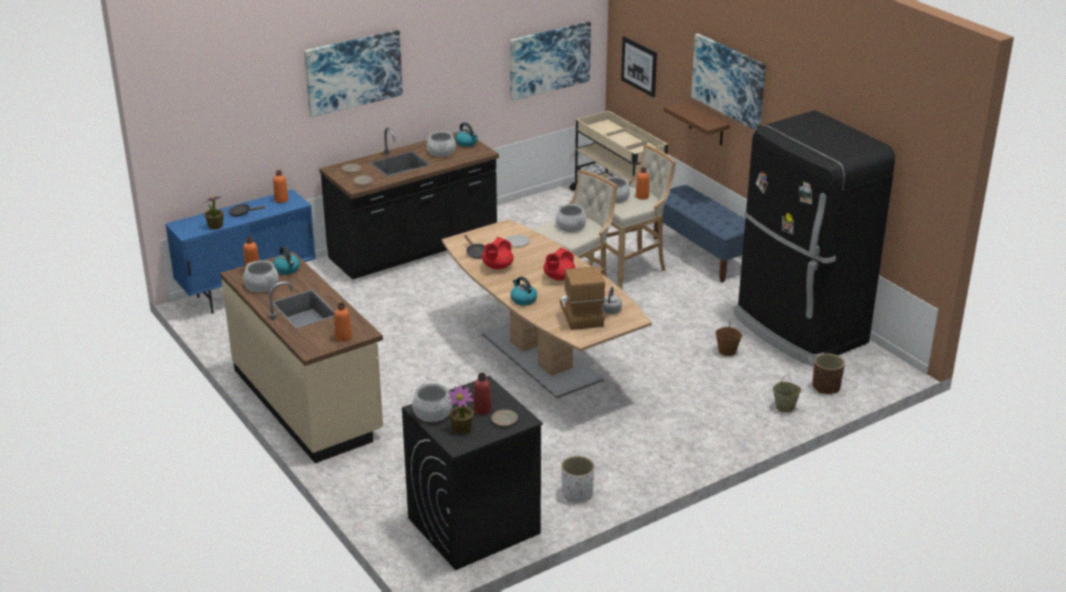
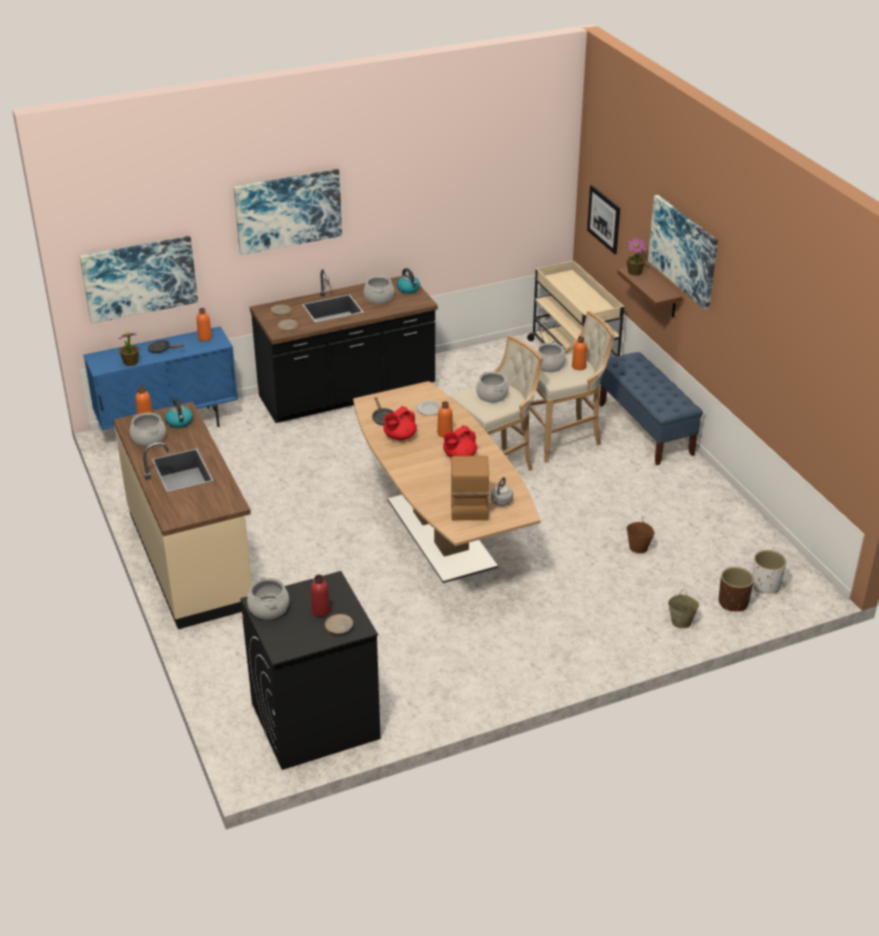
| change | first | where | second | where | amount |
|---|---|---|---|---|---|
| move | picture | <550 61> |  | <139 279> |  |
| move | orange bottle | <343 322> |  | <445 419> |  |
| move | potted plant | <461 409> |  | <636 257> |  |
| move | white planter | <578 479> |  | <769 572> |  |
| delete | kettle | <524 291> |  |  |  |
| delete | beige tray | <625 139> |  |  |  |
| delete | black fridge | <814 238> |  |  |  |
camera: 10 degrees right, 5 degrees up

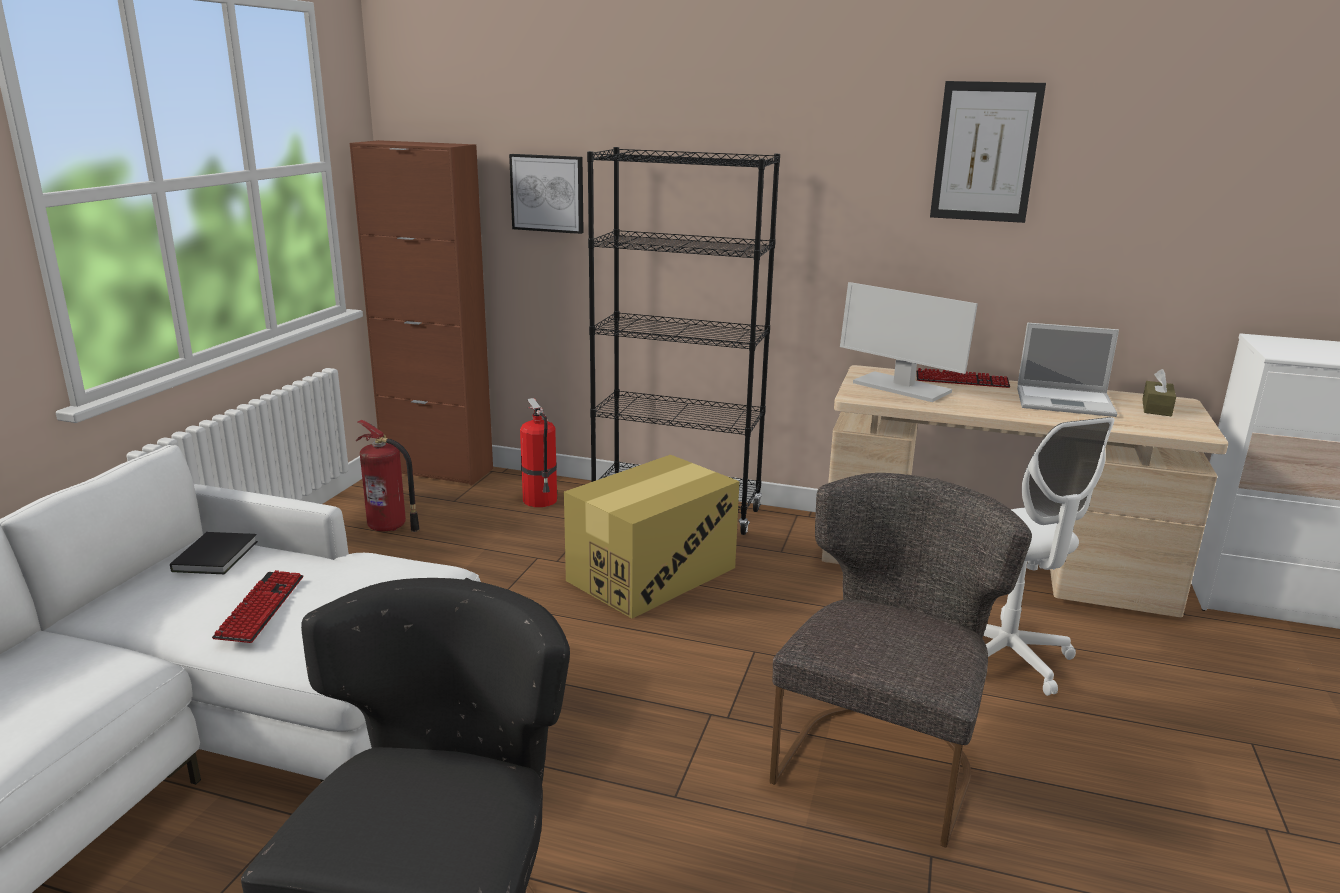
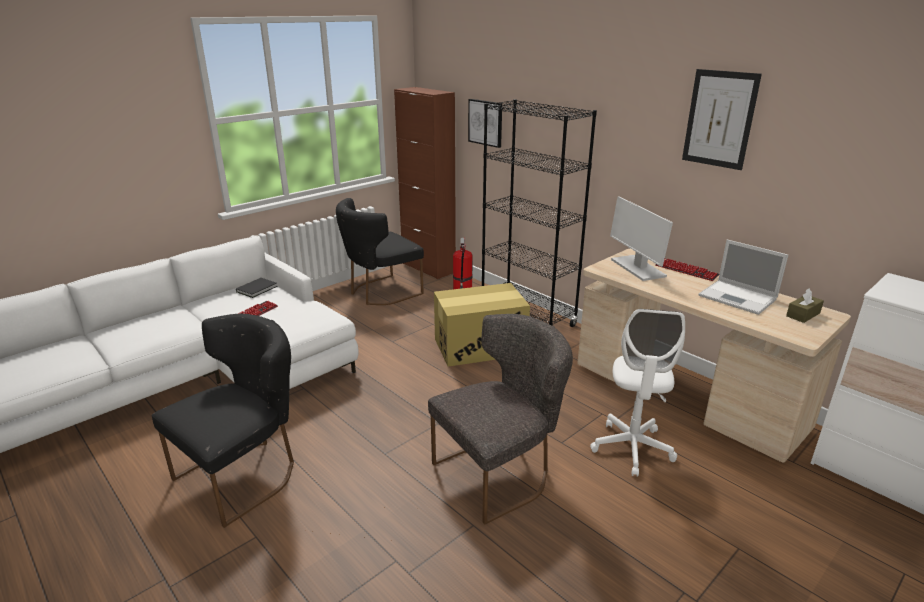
| change | first | where | second | where | amount |
|---|---|---|---|---|---|
| replace | fire extinguisher | <388 476> | black chair | <380 251> |  |
camera: 30 degrees right, 5 degrees up

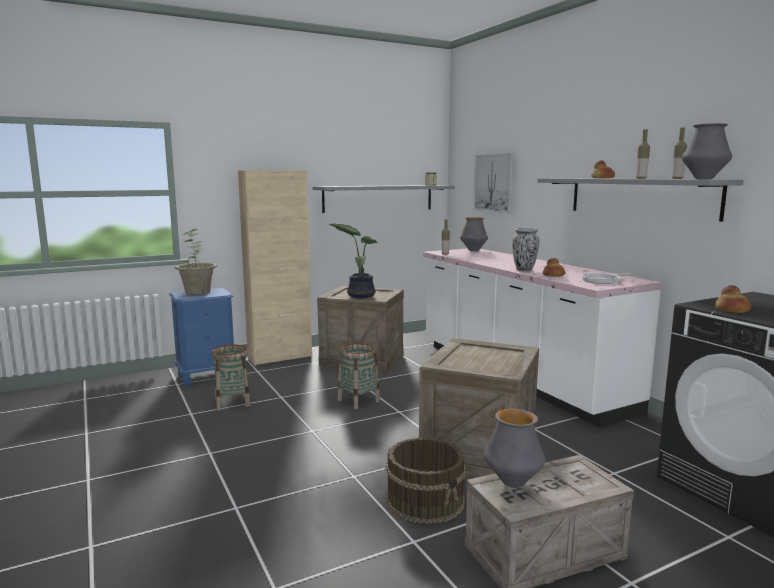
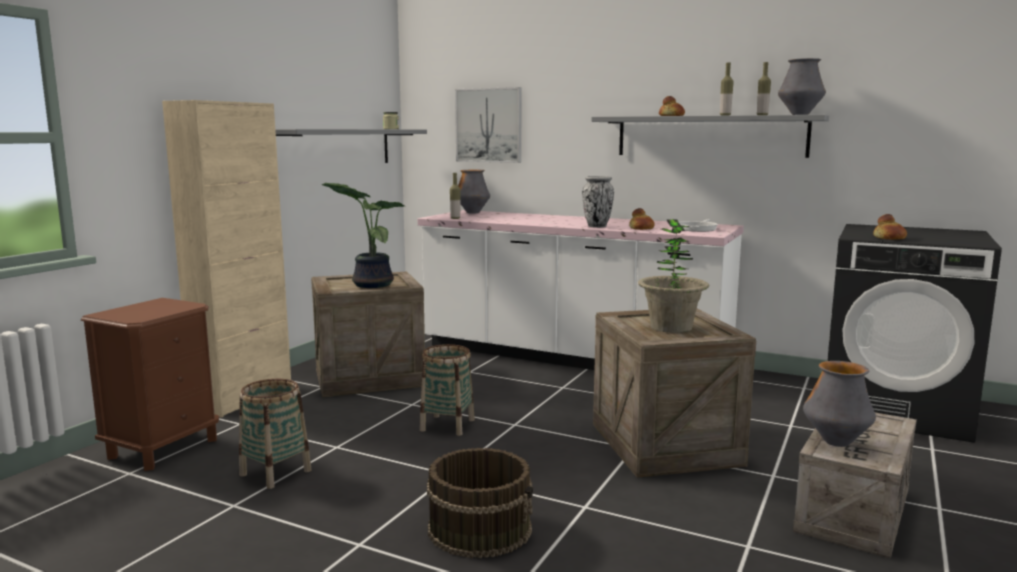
| change | first | where | second | where | amount |
|---|---|---|---|---|---|
| recolor | blue nightstand | <201 336> | brown nightstand | <150 384> |  |
| move | brown bucket | <425 480> |  | <480 503> |  |
| move | potted plant | <195 262> |  | <673 276> |  |
camera: 35 degrees left, 0 degrees up

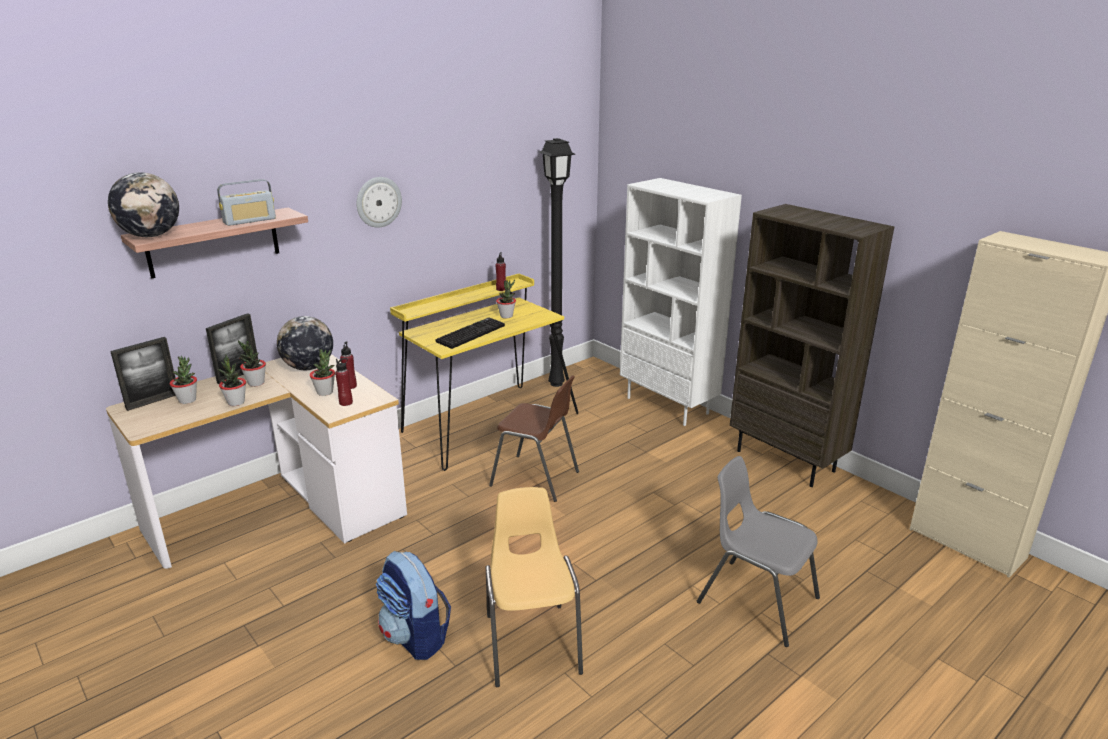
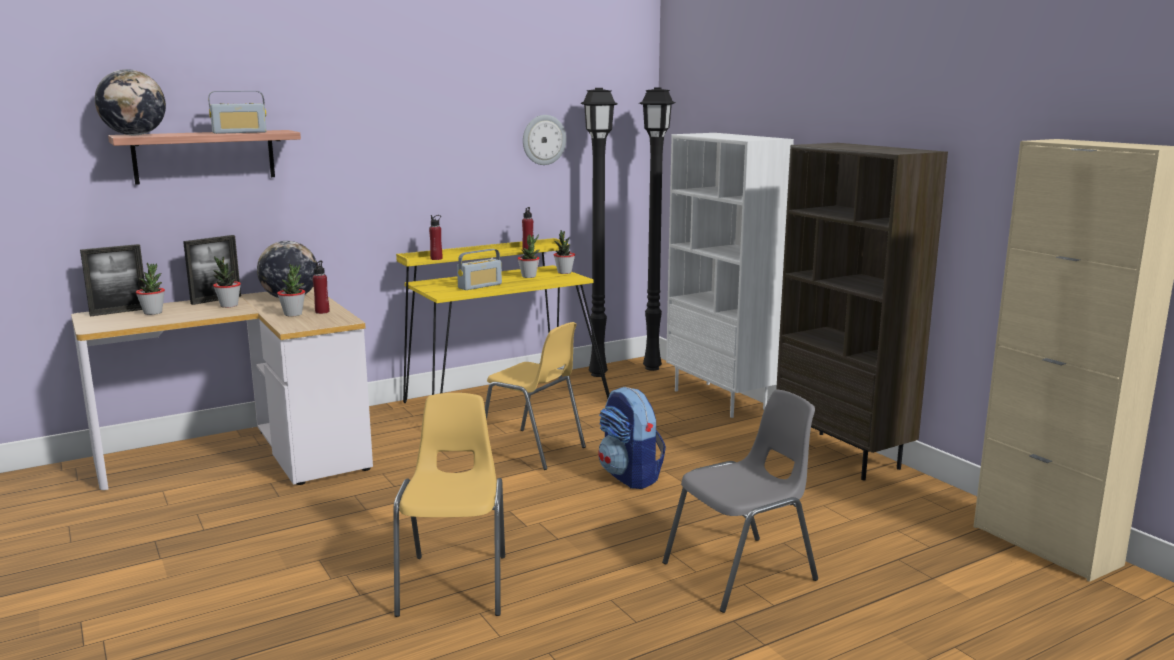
| change | first | where | second | where | amount |
|---|---|---|---|---|---|
| move | red bottle | <344 382> |  | <436 237> |  |
| replace | keyboard | <470 333> | radio | <479 269> |  |
| recolor | brown chair | <534 438> | yellow chair | <535 396> |  |
| move | wall clock | <379 202> |  | <544 140> |  |
| move | potted plant | <232 380> |  | <564 252> |  |
| move | backpack | <413 605> |  | <632 438> |  |
| insert |  |  | black floor lamp | <657 229> |  |
| rotate | grey chair | <758 551> |  | <740 501> | 105 degrees clockwise |
camera: 10 degrees right, 10 degrees down

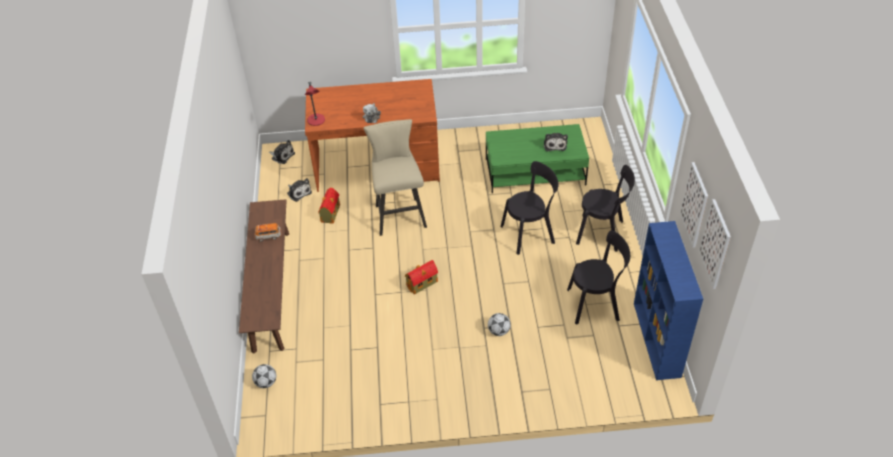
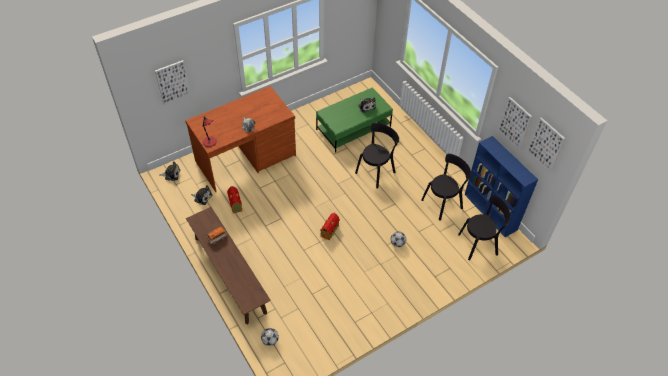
| change | first | where | second | where | amount |
|---|---|---|---|---|---|
| insert |  |  | picture | <173 82> |  |
| move | black chair | <605 208> |  | <484 227> |  |
| delete | beige stool | <395 177> |  |  |  |
camera: 30 degrees left, 5 degrees up

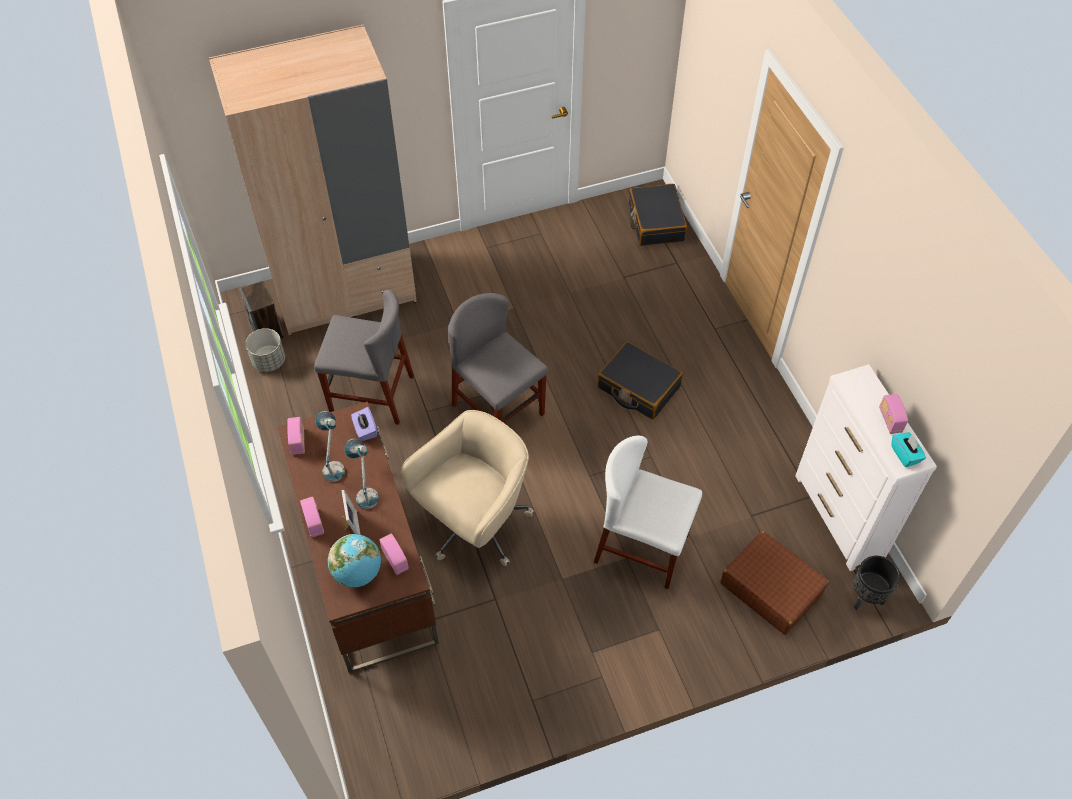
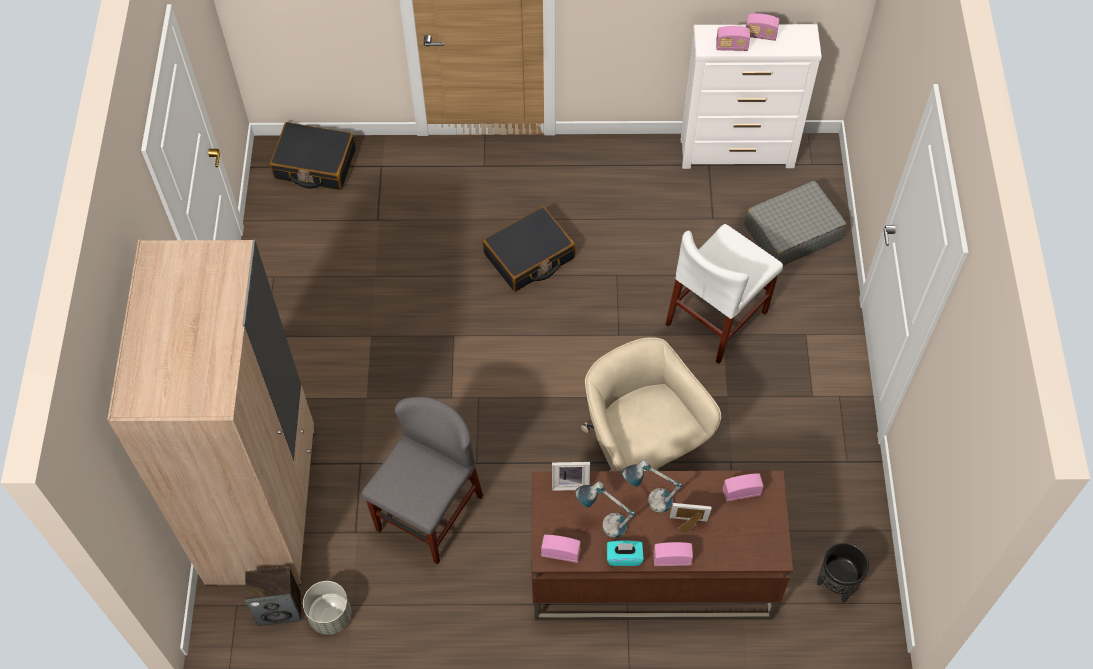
| change | first | where | second | where | amount |
|---|---|---|---|---|---|
| replace | purple tissue box | <364 424> | picture frame | <571 476> |  |
| move | turquoise tissue box | <909 449> |  | <625 553> |  |
| insert |  |  | radio | <733 38> |  |
| recolor | brown suitcase | <774 583> | grey suitcase | <795 223> |  |
| move | black planter | <877 583> |  | <843 572> |  |
| delete | globe | <354 560> |  |  |  |
| delete | grey chair | <498 358> |  |  |  |
camera: 70 degrees left, 5 degrees up

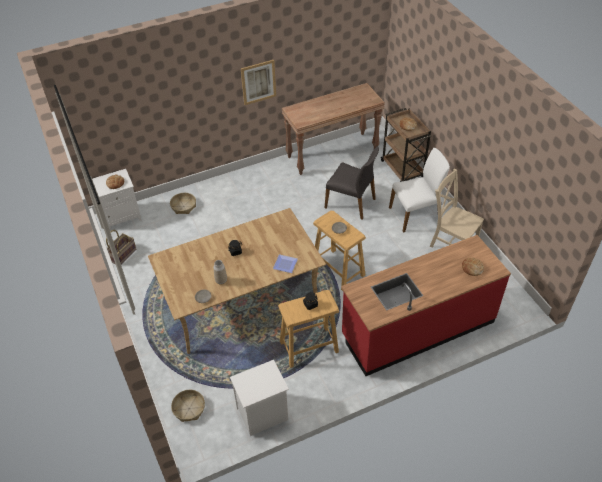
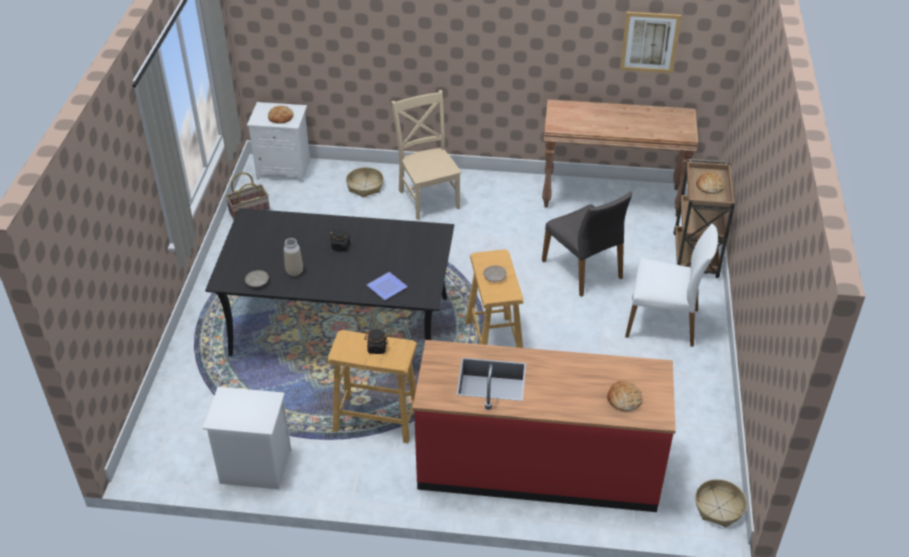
| change | first | where | second | where | amount |
|---|---|---|---|---|---|
| recolor | beige dining table | <237 281> | black dining table | <329 282> |  |
| move | beige chair | <457 208> |  | <426 155> |  |
| move | picture | <258 82> |  | <650 42> |  |
| move | basket | <188 406> |  | <721 503> |  |
camera: 30 degrees right, 5 degrees down

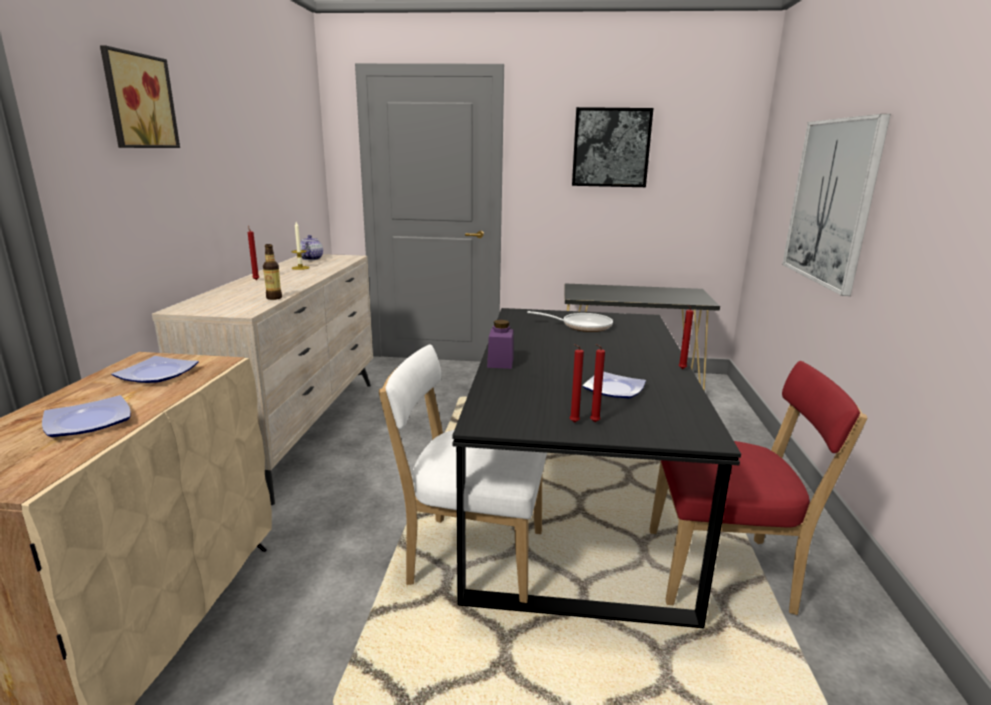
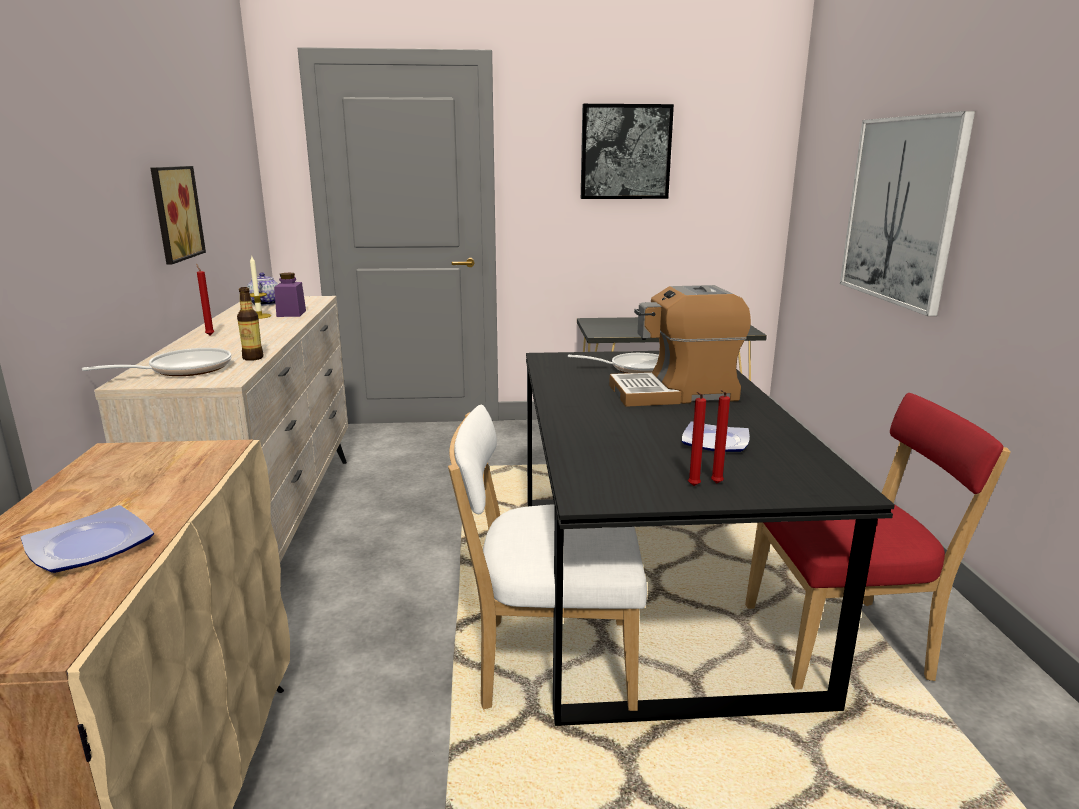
| change | first | where | second | where | amount |
|---|---|---|---|---|---|
| insert |  |  | frying pan | <156 362> |  |
| move | picture | <140 96> |  | <178 215> |  |
| move | purple jar | <500 344> |  | <290 295> |  |
| insert |  |  | coffee machine | <680 346> |  |
| delete | plate | <155 369> |  |  |  |
| delete | red candle | <686 337> |  |  |  |
camera: 10 degrees left, 0 degrees up

